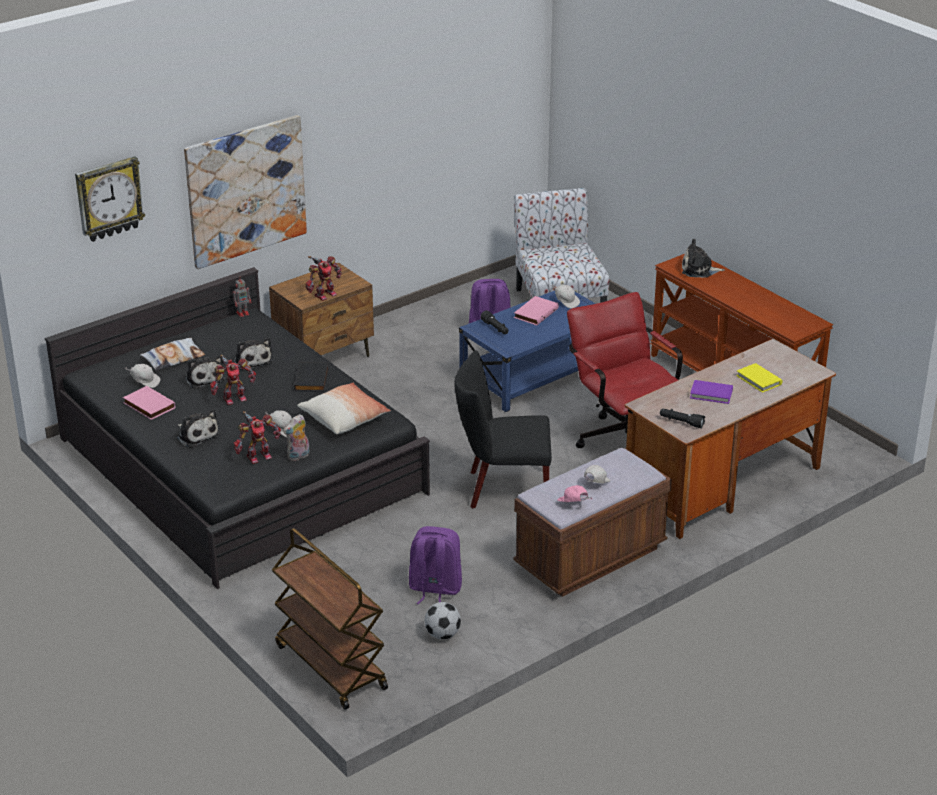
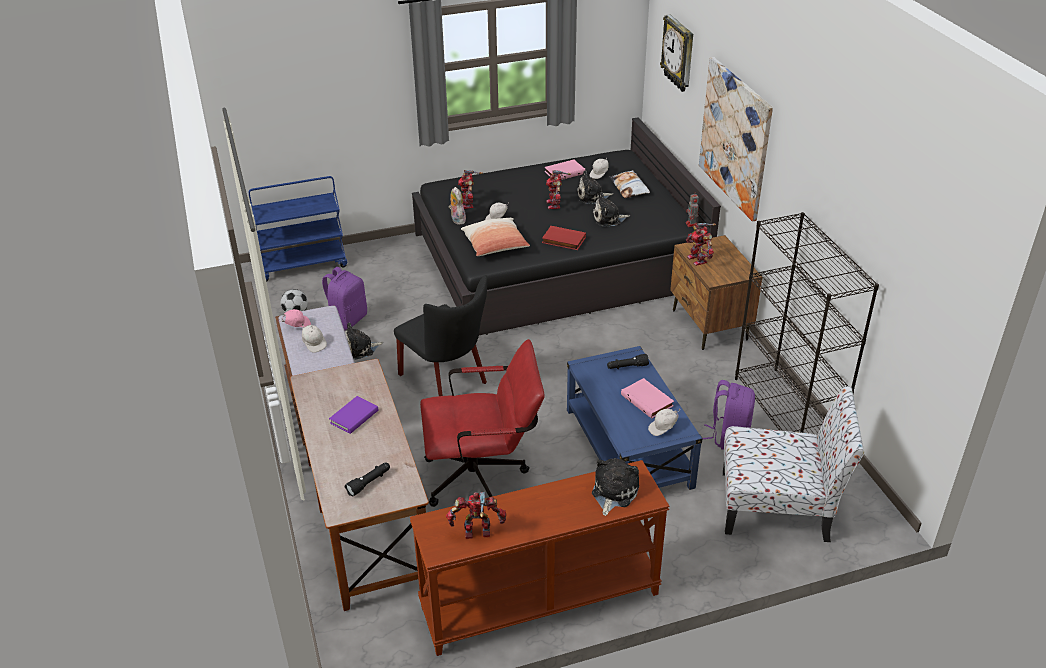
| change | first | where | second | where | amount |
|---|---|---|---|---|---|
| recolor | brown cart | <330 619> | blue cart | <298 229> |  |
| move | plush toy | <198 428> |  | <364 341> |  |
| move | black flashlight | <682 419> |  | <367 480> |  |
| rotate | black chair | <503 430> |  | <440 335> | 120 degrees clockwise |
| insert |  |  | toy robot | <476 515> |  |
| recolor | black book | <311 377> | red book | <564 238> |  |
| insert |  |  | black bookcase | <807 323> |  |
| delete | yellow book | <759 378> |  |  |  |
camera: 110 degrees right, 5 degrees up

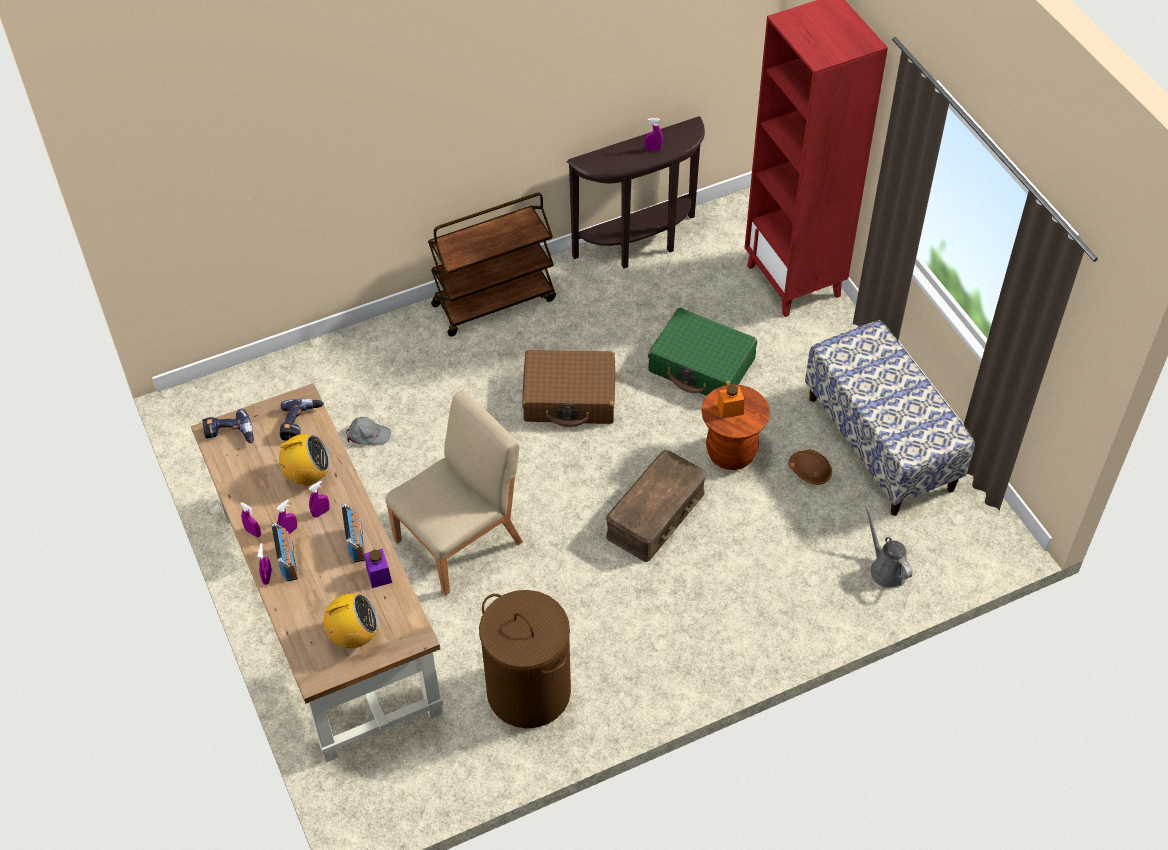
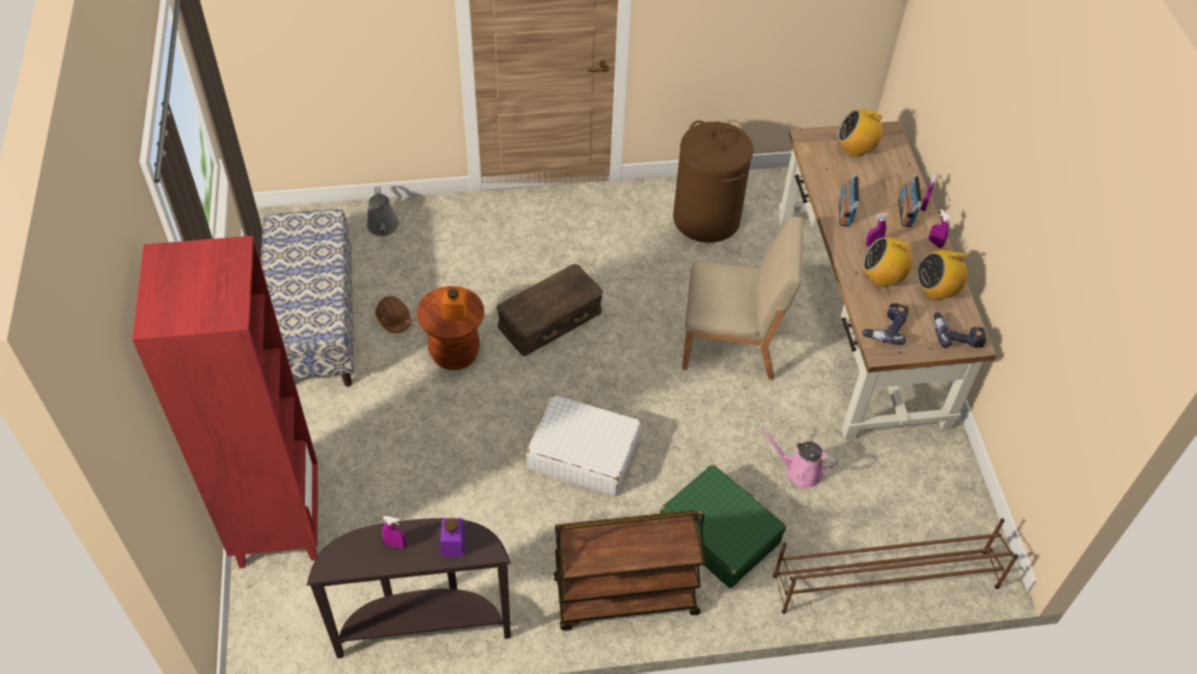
| change | first | where | second | where | amount |
|---|---|---|---|---|---|
| move | purple jar | <378 568> |  | <452 537> |  |
| recolor | brown suitcase | <568 388> | white suitcase | <583 445> |  |
| move | green suitcase | <702 352> |  | <723 526> |  |
| rotate | beige chair | <454 493> |  | <742 298> | 150 degrees counterclockwise |
| replace | grey cap | <368 431> | pink watering can | <799 458> |  |
| insert |  |  | brown shoe rack | <895 566> |  |
| insert |  |  | radio | <942 274> |  |
| delete | purple spray bottle | <286 516> |  |  |  |
camera: 165 degrees left, 0 degrees up

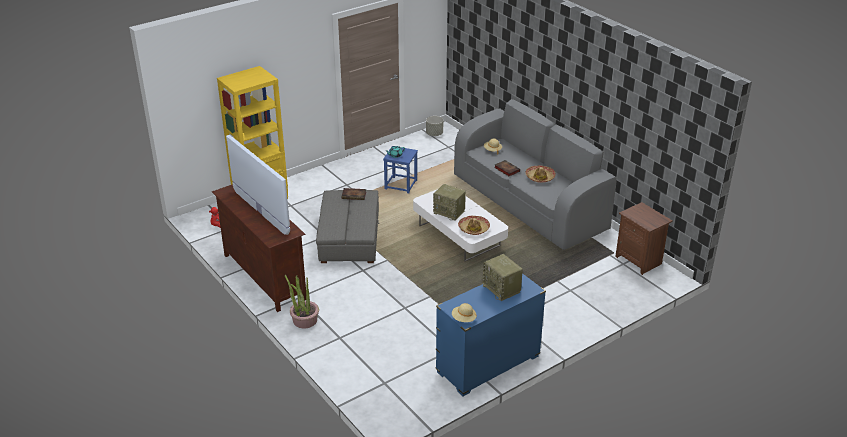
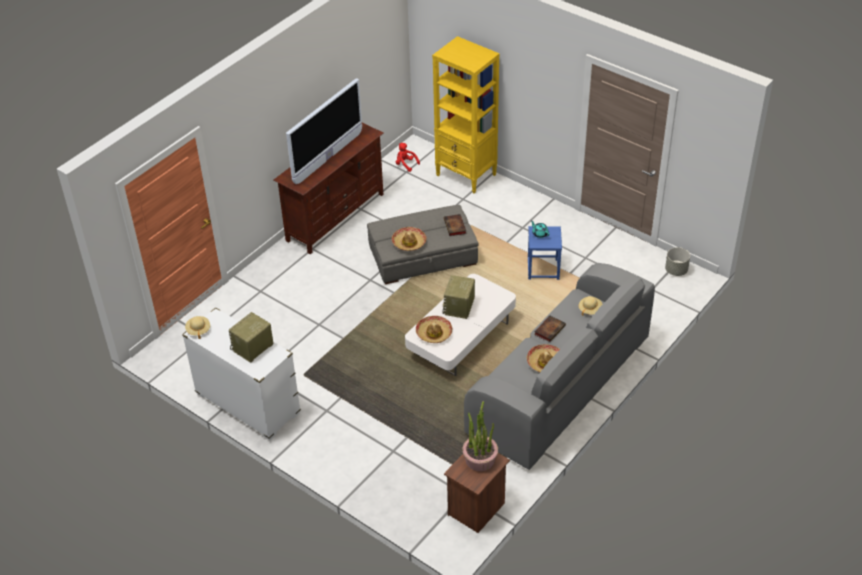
| change | first | where | second | where | amount |
|---|---|---|---|---|---|
| recolor | blue dresser | <491 334> | white dresser | <241 373> |  |
| insert |  |  | hat | <409 239> |  |
| move | potted plant | <302 301> |  | <480 436> |  |
camera: 75 degrees right, 10 degrees up

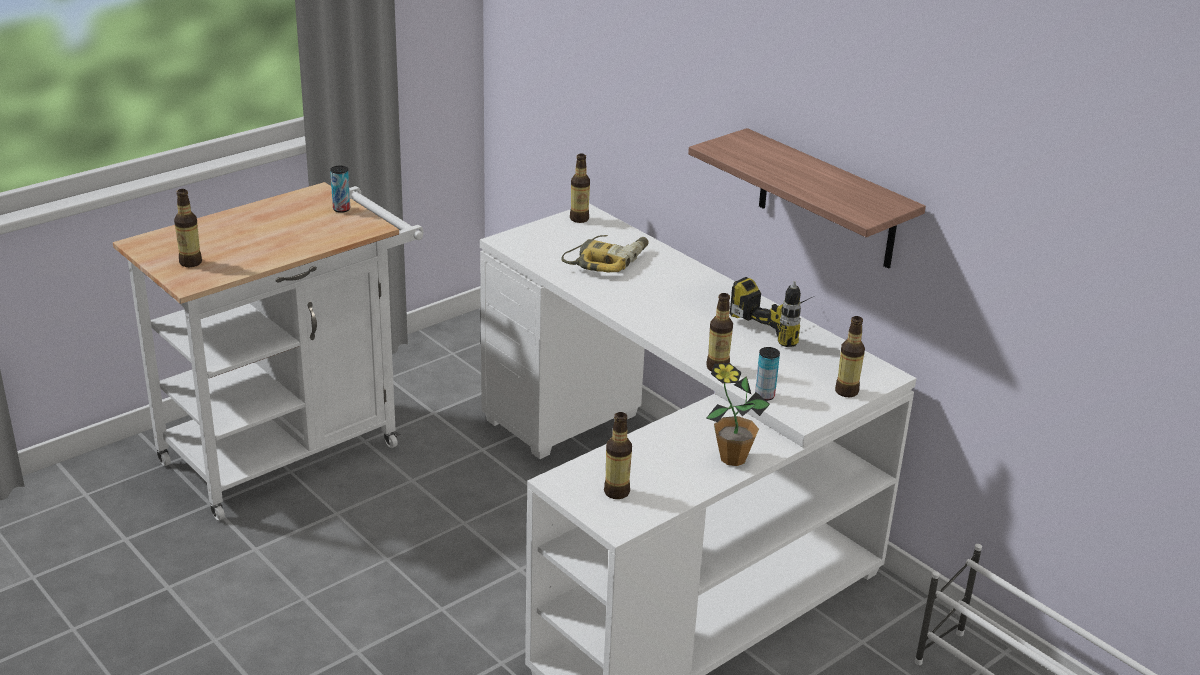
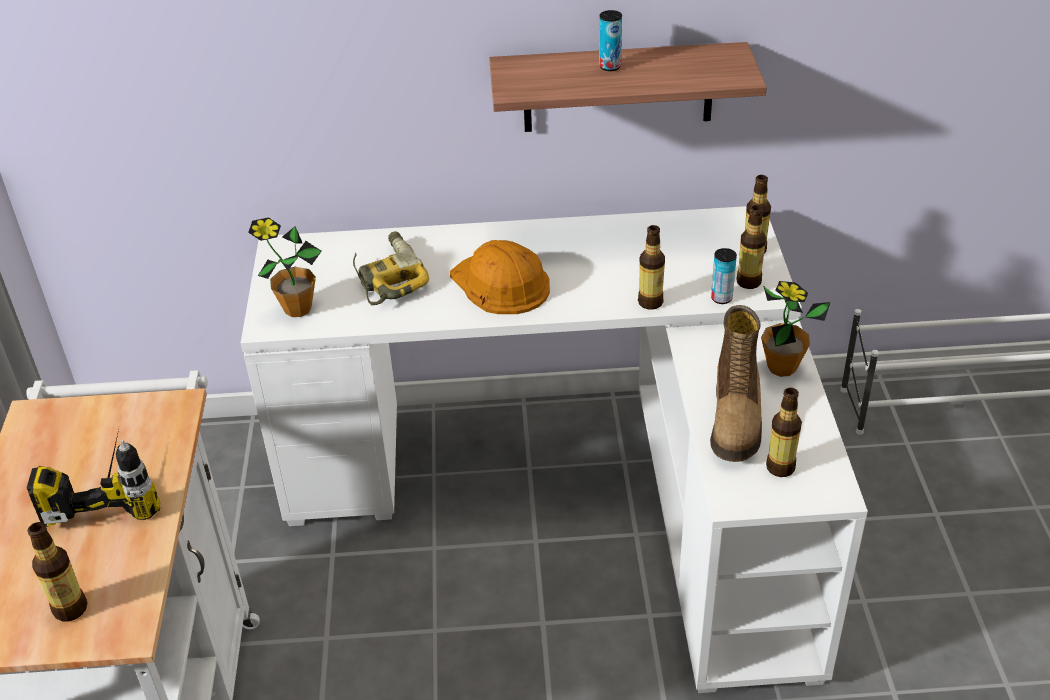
| change | first | where | second | where | amount |
|---|---|---|---|---|---|
| move | power drill | <772 312> |  | <93 478> |  |
| insert |  |  | potted plant | <285 267> |  |
| insert |  |  | orange hard hat | <500 277> |  |
| move | can | <340 189> |  | <610 40> |  |
| insert |  |  | boot | <736 383> |  |
| move | bottle | <580 188> |  | <751 247> |  |
camera: 50 degrees left, 10 degrees up

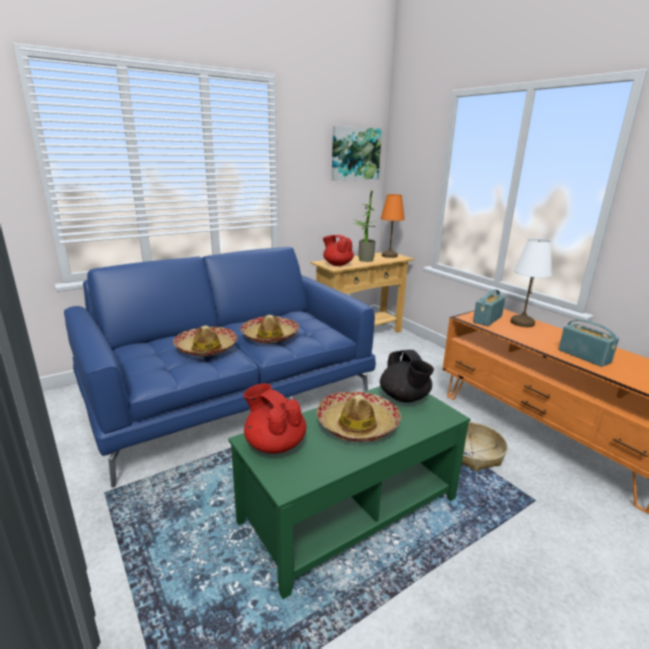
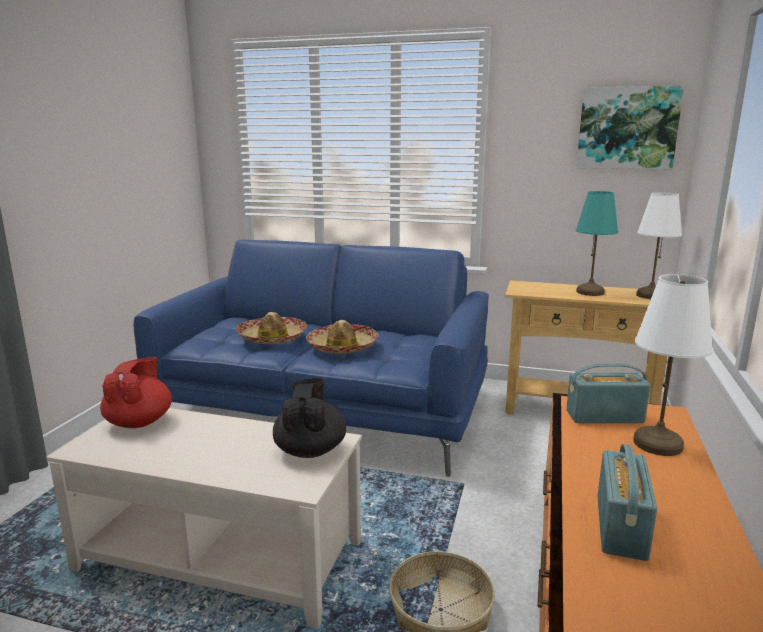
| change | first | where | second | where | amount |
|---|---|---|---|---|---|
| recolor | green coffee table | <349 492> | beige coffee table | <204 518> |  |
| rotate | black teapot | <407 376> |  | <309 418> | 150 degrees clockwise |
| replace | potted plant | <364 226> | turquoise table lamp | <597 243> |  |
| recolor | orange table lamp | <392 226> | white table lamp | <659 246> |  |
| delete | hat | <359 417> |  |  |  |
| delete | red teapot | <338 250> |  |  |  |
camera: 50 degrees right, 5 degrees down

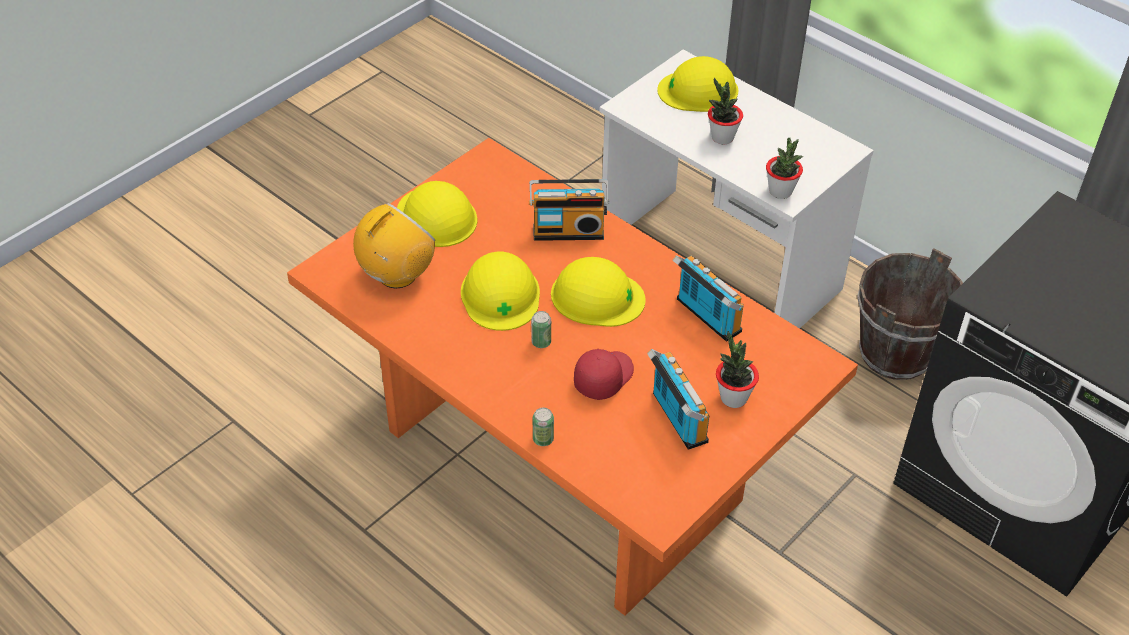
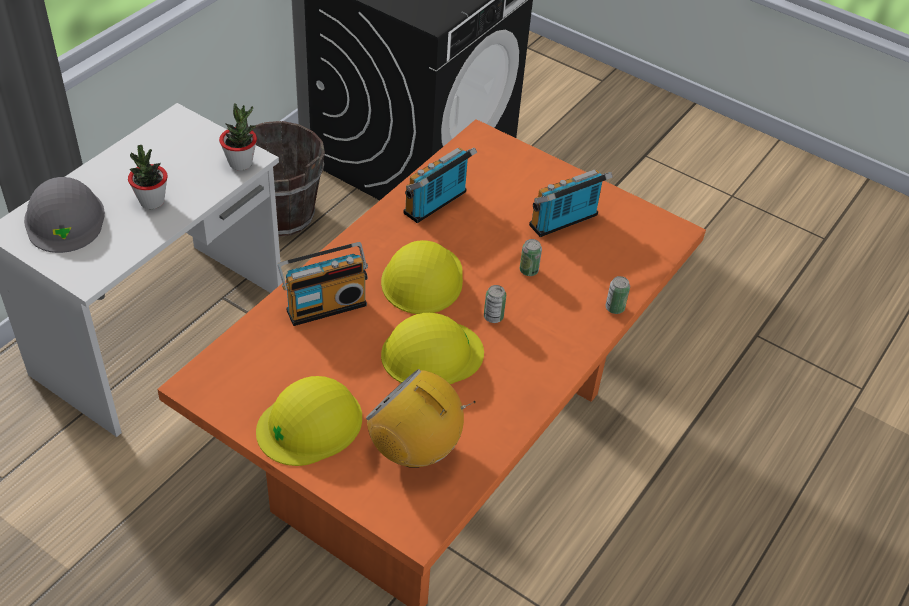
| change | first | where | second | where | amount |
|---|---|---|---|---|---|
| recolor | yellow hard hat | <697 84> | grey hard hat | <64 215> |  |
| rotate | radio | <569 210> |  | <322 284> | 75 degrees clockwise |
| replace | red cap | <604 374> | can | <531 257> |  |
| delete | potted plant | <737 369> |  |  |  |
camera: 100 degrees left, 0 degrees up

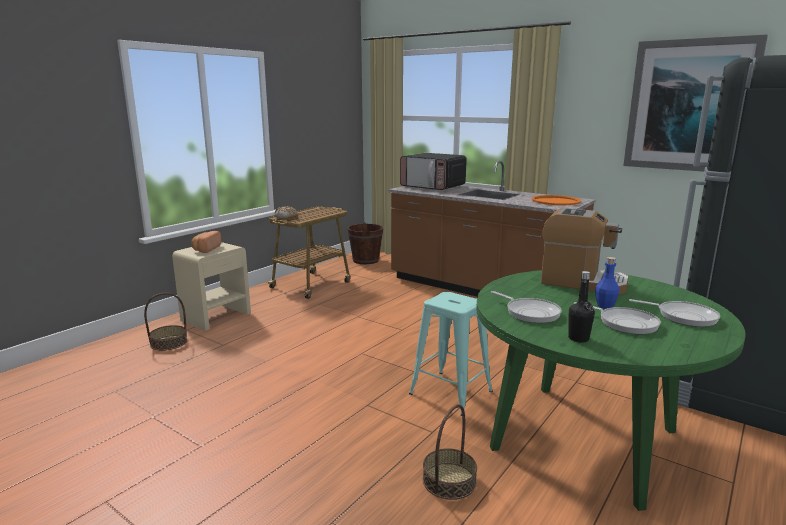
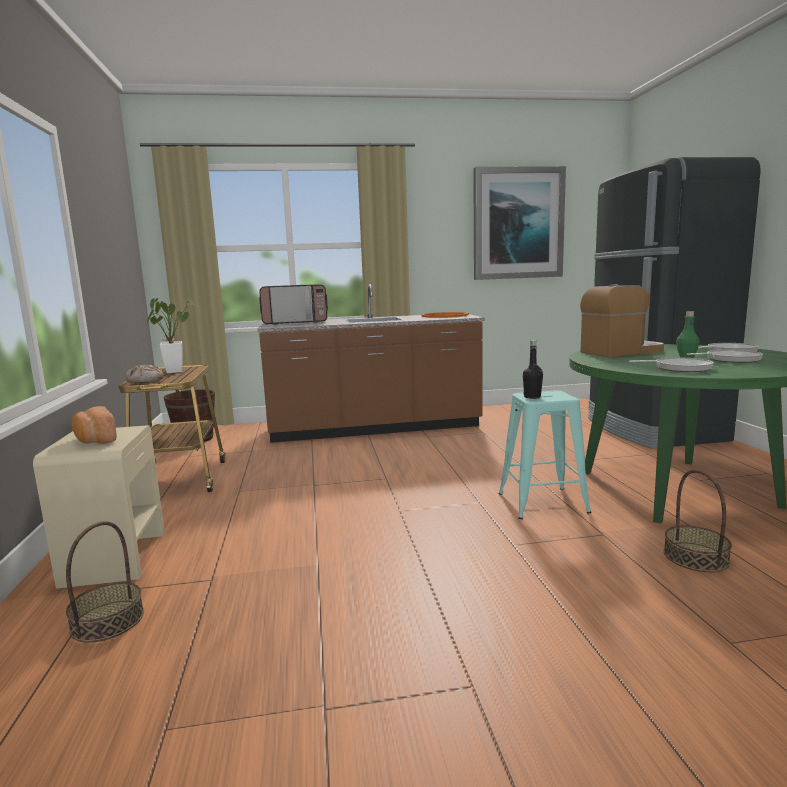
| change | first | where | second | where | amount |
|---|---|---|---|---|---|
| insert |  |  | potted plant | <173 335> |  |
| move | black bottle | <581 307> |  | <533 369> |  |
| recolor | blue bottle | <607 283> | green bottle | <688 334> |  |
camera: 45 degrees left, 5 degrees down

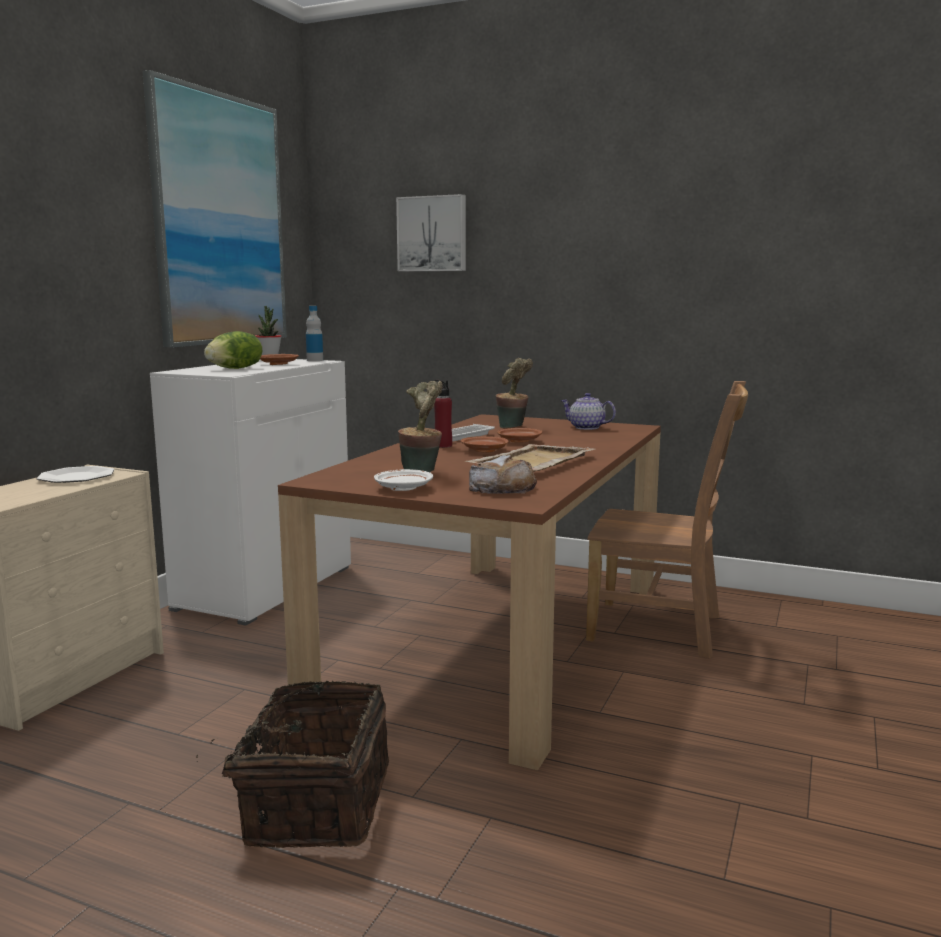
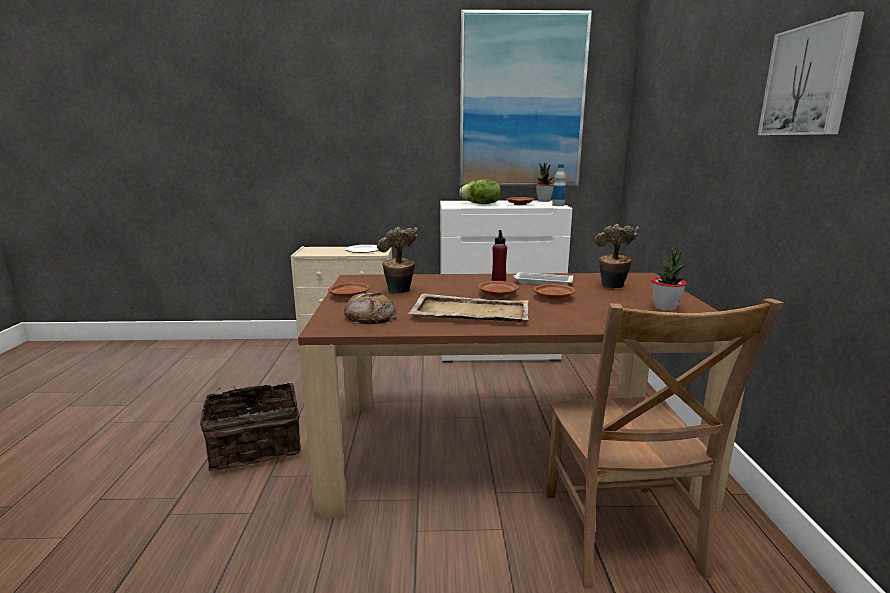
| change | first | where | second | where | amount |
|---|---|---|---|---|---|
| recolor | white plate | <403 480> | brown plate | <349 290> |  |
| replace | teapot | <588 411> | potted plant | <669 279> |  |
| move | picture | <431 232> |  | <811 73> |  |
camera: 65 degrees right, 5 degrees up

